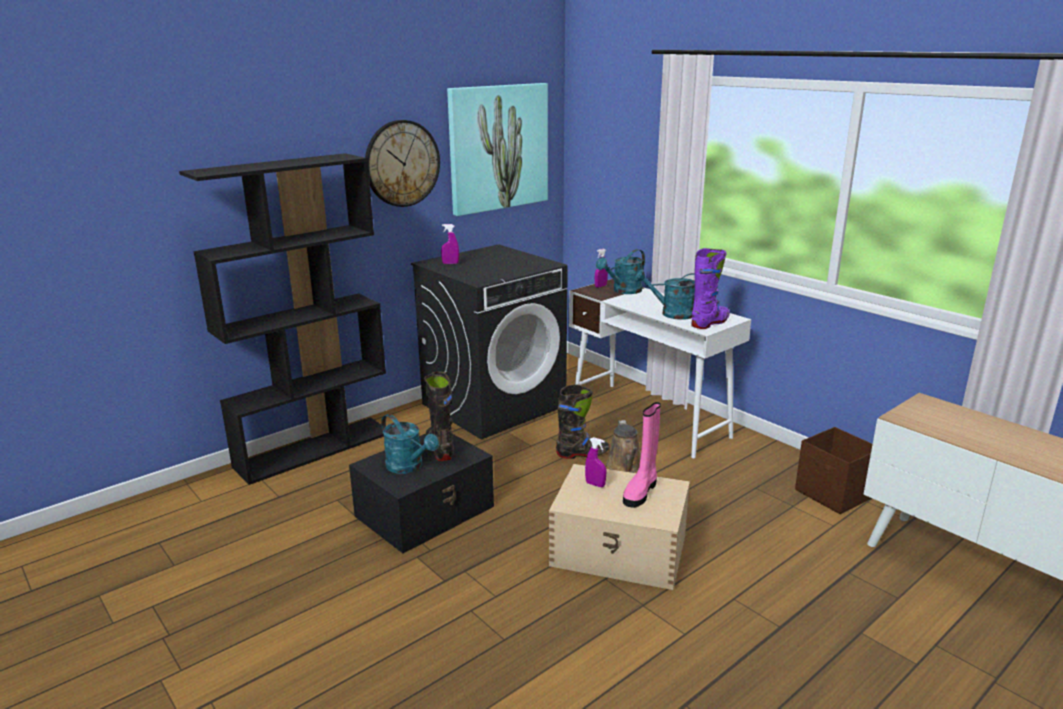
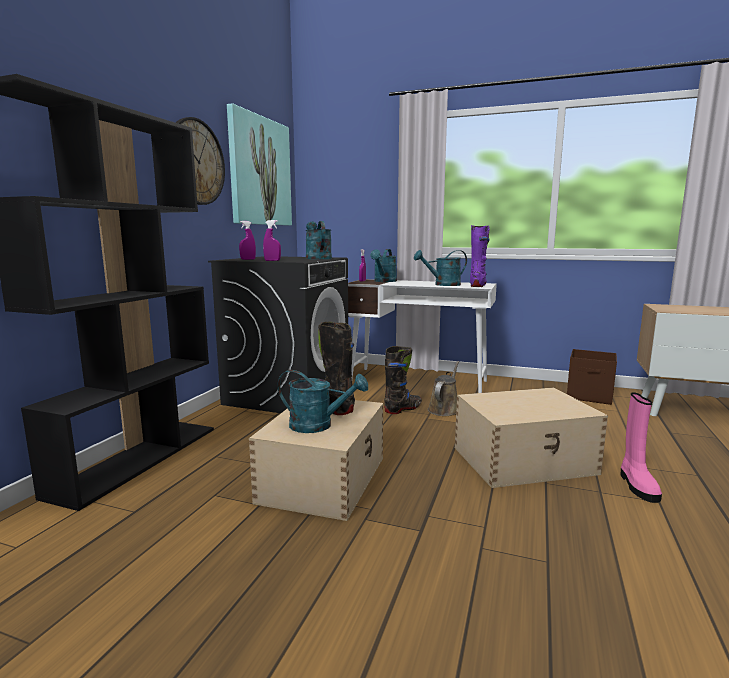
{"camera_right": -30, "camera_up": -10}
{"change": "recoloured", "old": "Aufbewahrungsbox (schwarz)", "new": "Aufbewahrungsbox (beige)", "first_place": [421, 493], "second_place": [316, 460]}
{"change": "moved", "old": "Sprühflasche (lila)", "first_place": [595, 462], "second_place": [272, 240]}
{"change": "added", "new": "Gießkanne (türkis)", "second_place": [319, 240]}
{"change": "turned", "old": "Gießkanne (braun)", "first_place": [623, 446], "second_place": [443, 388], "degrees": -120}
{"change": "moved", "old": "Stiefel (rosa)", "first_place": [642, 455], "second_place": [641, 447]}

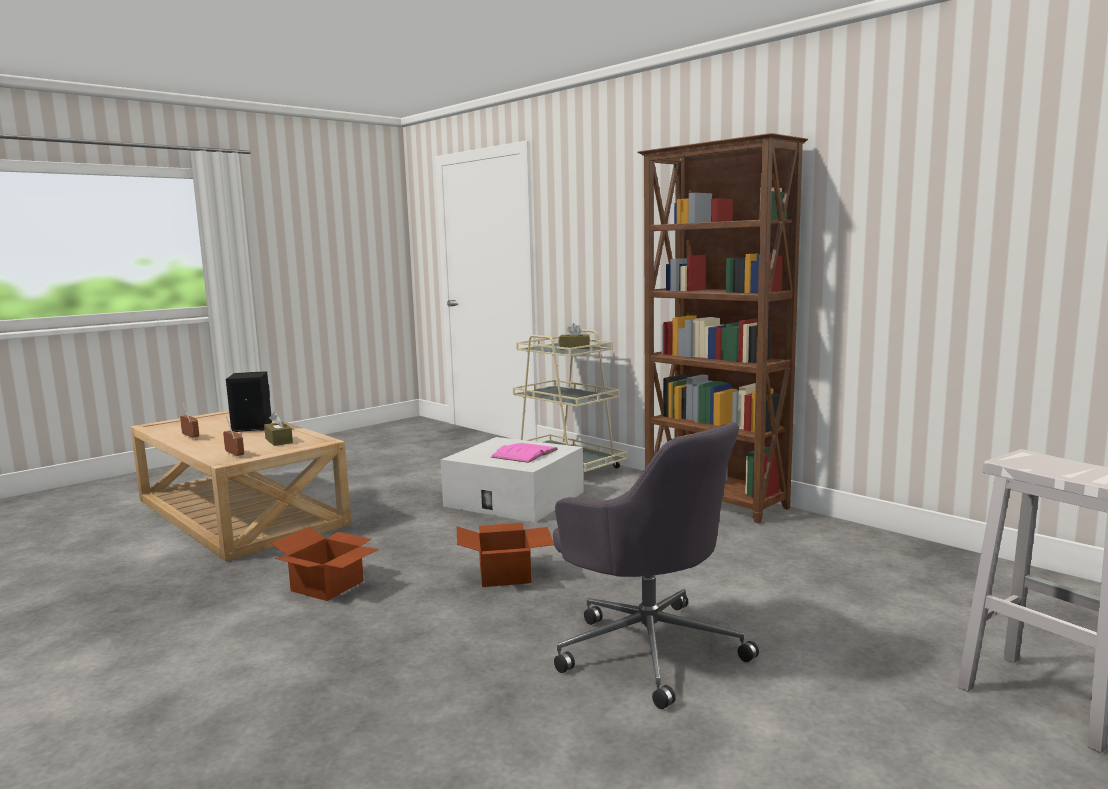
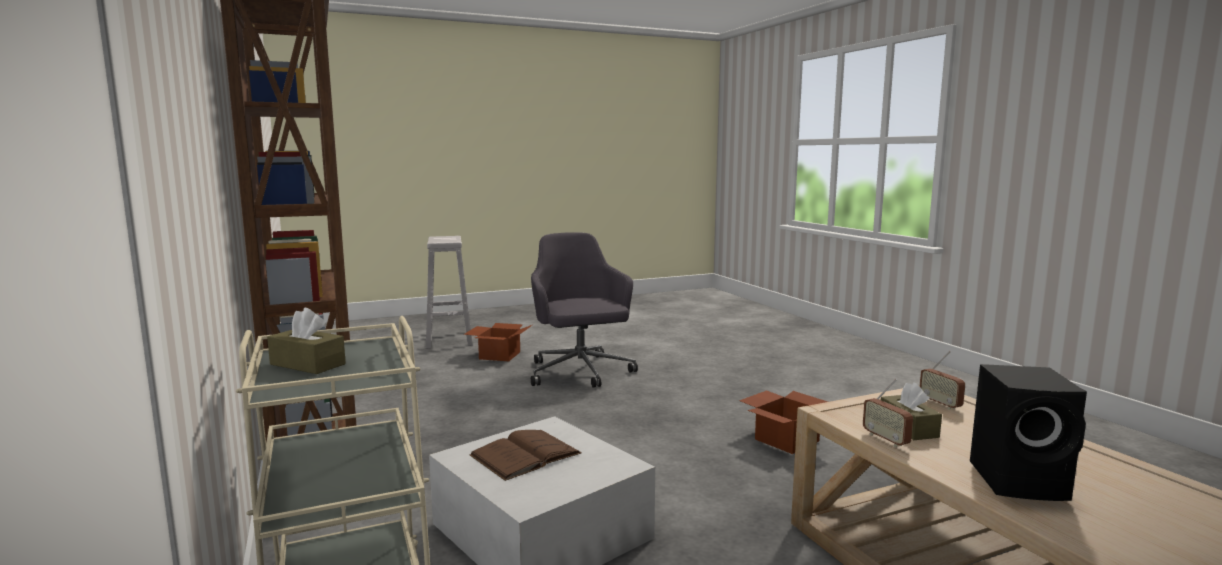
{"camera_right": -160, "camera_up": 0}
{"change": "moved", "old": "Karton", "first_place": [505, 555], "second_place": [498, 342]}
{"change": "recoloured", "old": "Buch (rosa)", "new": "Buch (braun)", "first_place": [524, 453], "second_place": [525, 455]}
{"change": "moved", "old": "Radio", "first_place": [189, 421], "second_place": [888, 413]}

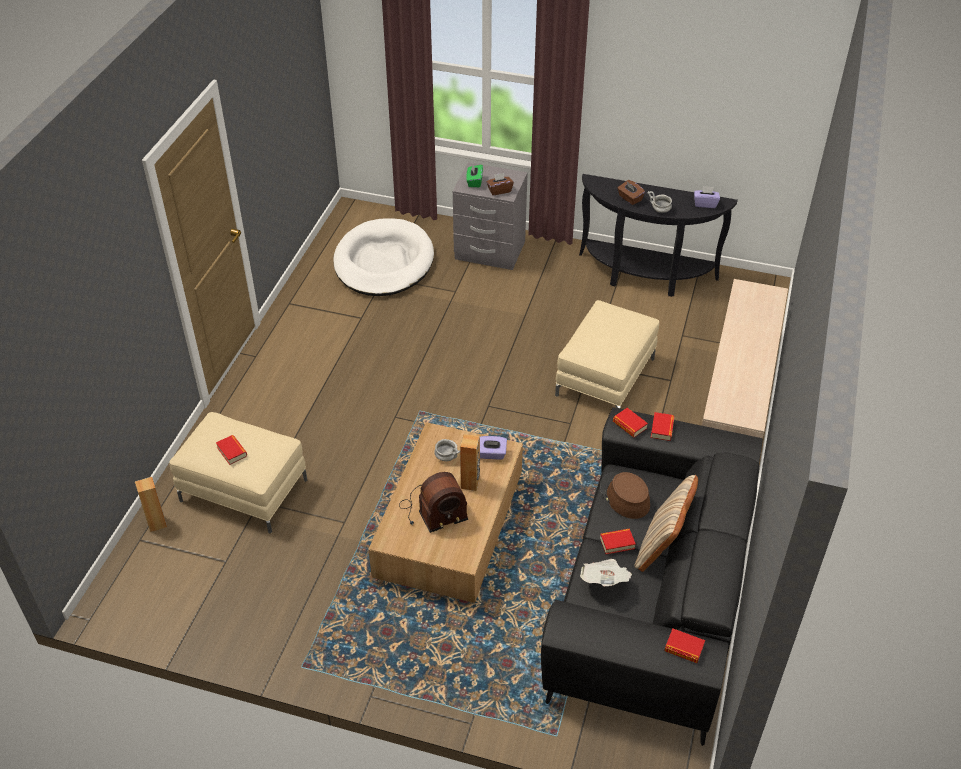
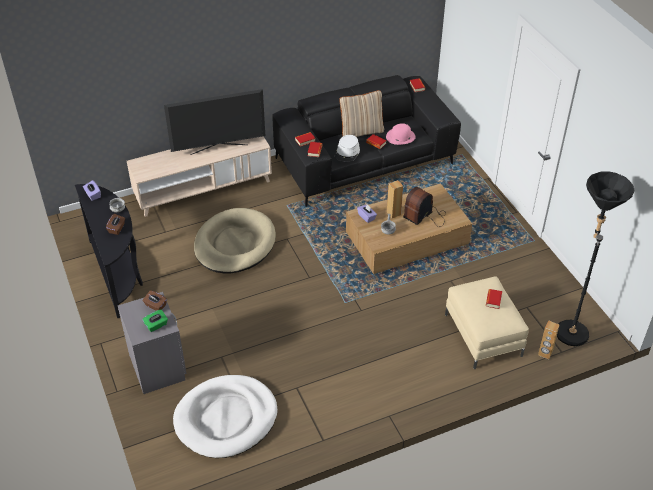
{"camera_right": -130, "camera_up": 0}
{"change": "added", "new": "Fernseher", "second_place": [214, 122]}
{"change": "replaced", "old": "Polsterhocker (beige)", "new": "Hundebett (beige)", "first_place": [607, 354], "second_place": [235, 241]}
{"change": "recoloured", "old": "Hut (braun)", "new": "Hut (weiß)", "first_place": [625, 495], "second_place": [347, 148]}
{"change": "replaced", "old": "Zeitung", "new": "Hut (rosa)", "first_place": [606, 572], "second_place": [401, 134]}
{"change": "turned", "old": "Radio", "first_place": [433, 502], "second_place": [424, 207], "degrees": -75}
{"change": "added", "new": "Stehlampe (schwarz)", "second_place": [596, 258]}

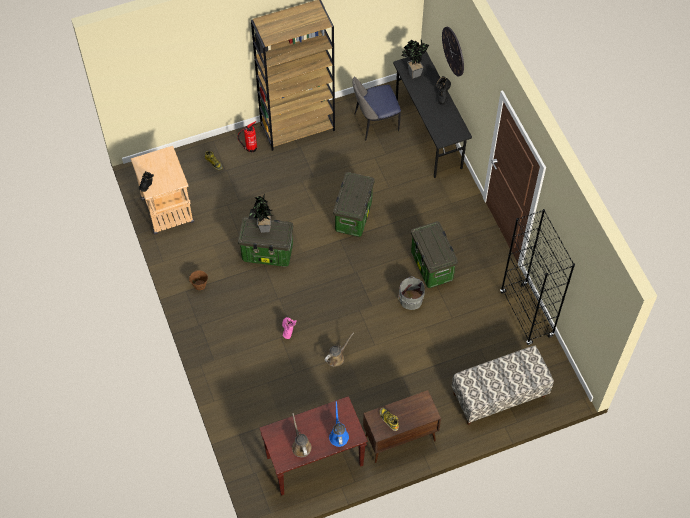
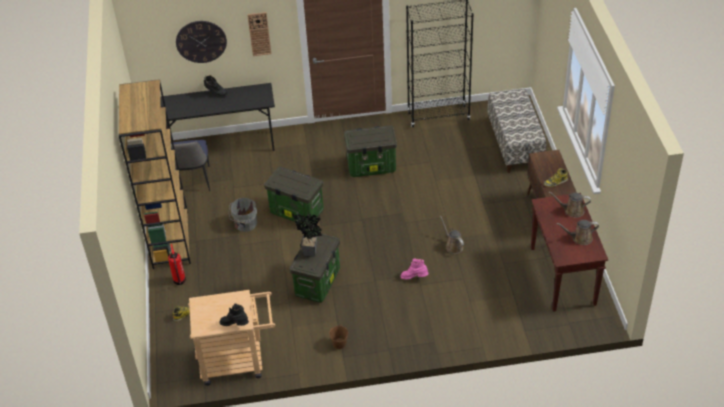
{"camera_right": -75, "camera_up": -15}
{"change": "moved", "old": "Eimer (grau)", "first_place": [411, 293], "second_place": [243, 215]}
{"change": "added", "new": "Wanduhr", "second_place": [259, 34]}
{"change": "recoloured", "old": "Gießkanne (blau)", "new": "Gießkanne (braun)", "first_place": [339, 424], "second_place": [570, 205]}
{"change": "removed", "old": "Topfpflanze", "first_place": [415, 59]}

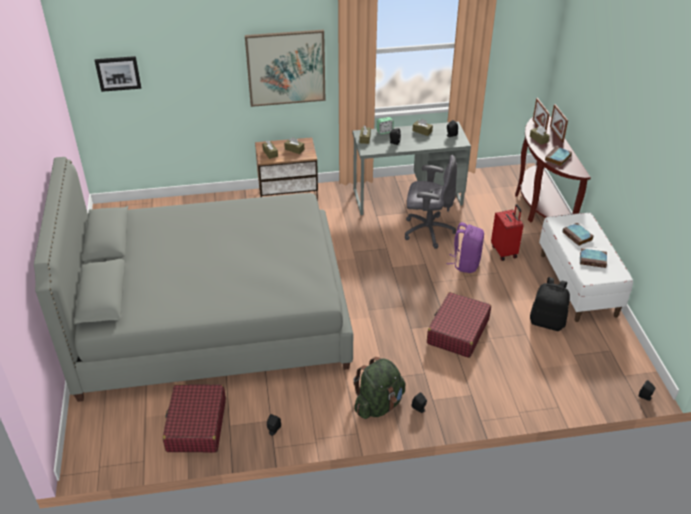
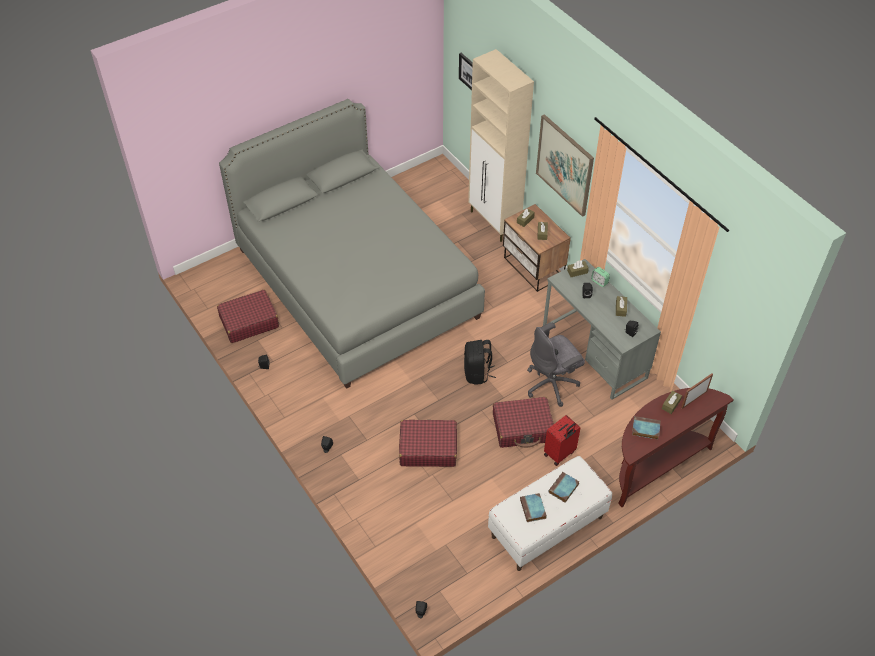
{"camera_right": 65, "camera_up": 10}
{"change": "moved", "old": "Rucksack (schwarz)", "first_place": [550, 304], "second_place": [480, 362]}
{"change": "added", "new": "Schrank (beige)", "second_place": [501, 145]}
{"change": "replaced", "old": "Rucksack (lila)", "new": "Koffer (rot)", "first_place": [465, 247], "second_place": [523, 422]}
{"change": "turned", "old": "Bürostuhl (grau)", "first_place": [431, 202], "second_place": [556, 365], "degrees": 75}
{"change": "removed", "old": "Rucksack (grün)", "first_place": [379, 388]}
{"change": "removed", "old": "Bilderrahmen", "first_place": [559, 123]}

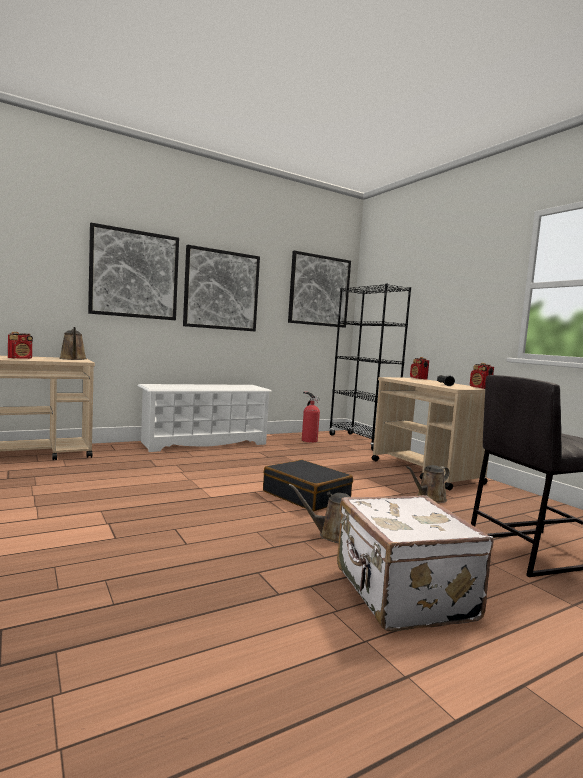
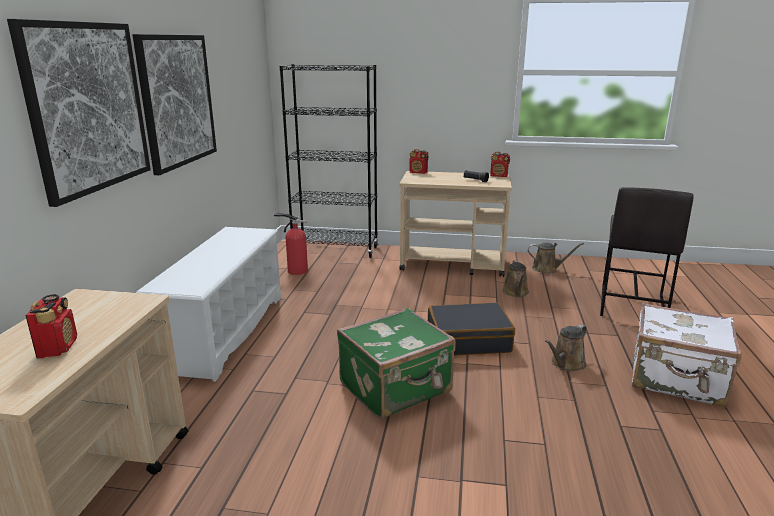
{"camera_right": -50, "camera_up": 15}
{"change": "added", "new": "Koffer (grün)", "second_place": [396, 363]}
{"change": "moved", "old": "Gießkanne (braun)", "first_place": [72, 343], "second_place": [556, 258]}
{"change": "removed", "old": "Bild", "first_place": [319, 289]}

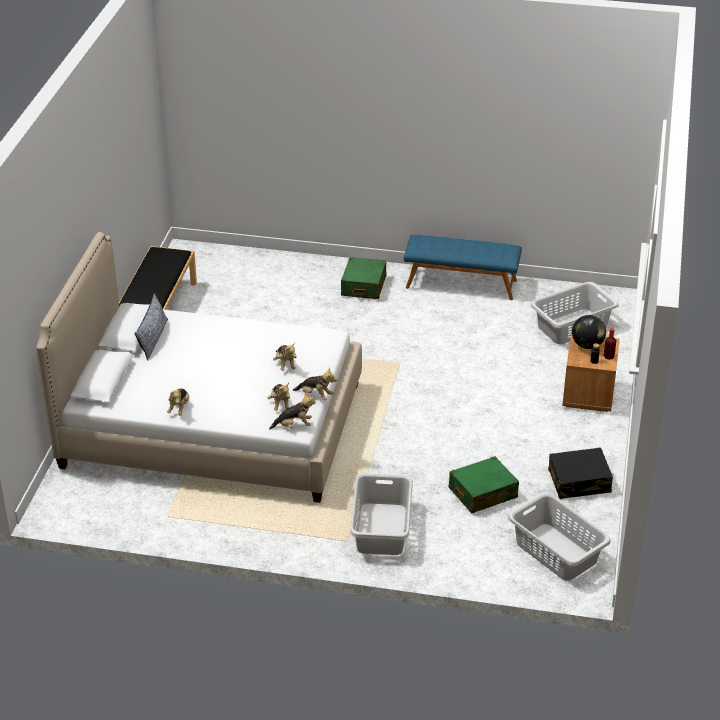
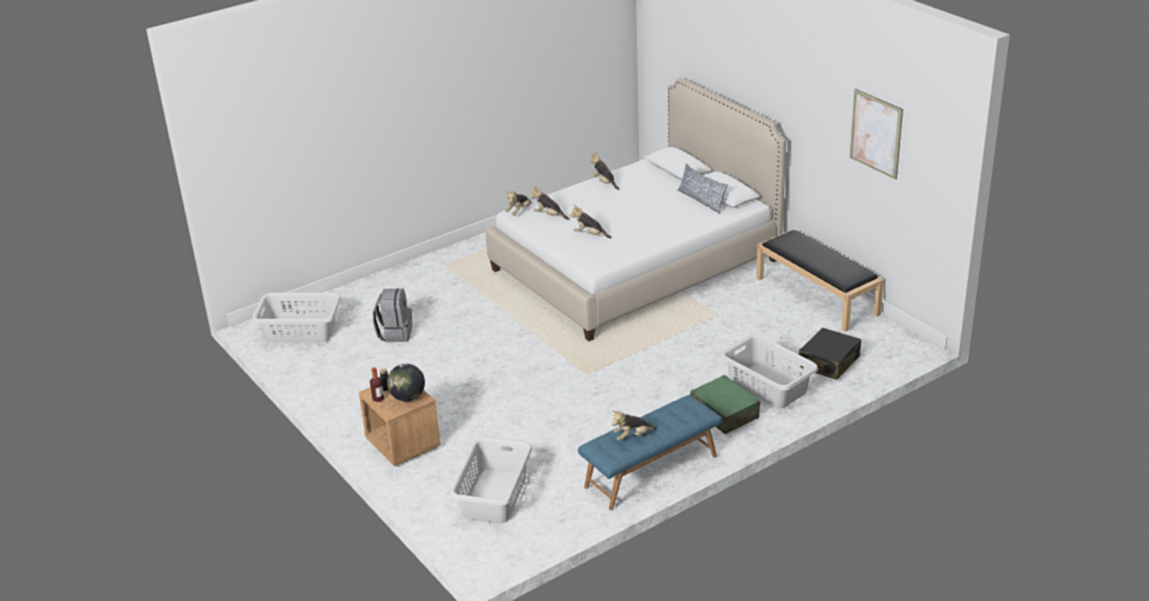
{"camera_right": 135, "camera_up": -5}
{"change": "replaced", "old": "Koffer (grün)", "new": "Rucksack (grau)", "first_place": [484, 484], "second_place": [392, 315]}
{"change": "moved", "old": "Plüschtier", "first_place": [315, 384], "second_place": [634, 425]}
{"change": "moved", "old": "Wäschekorb (grau)", "first_place": [381, 514], "second_place": [769, 371]}
{"change": "moved", "old": "Koffer (schwarz)", "first_place": [580, 473], "second_place": [830, 354]}
{"change": "added", "new": "Bild", "second_place": [876, 134]}

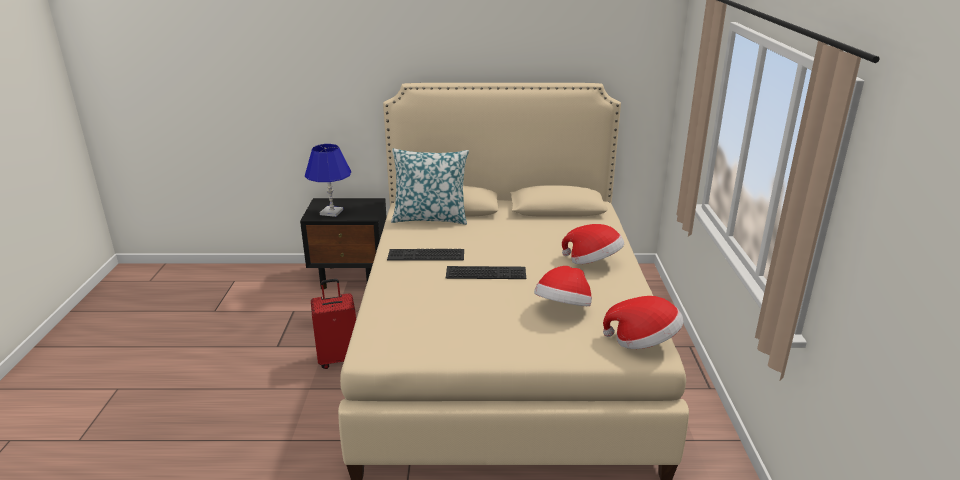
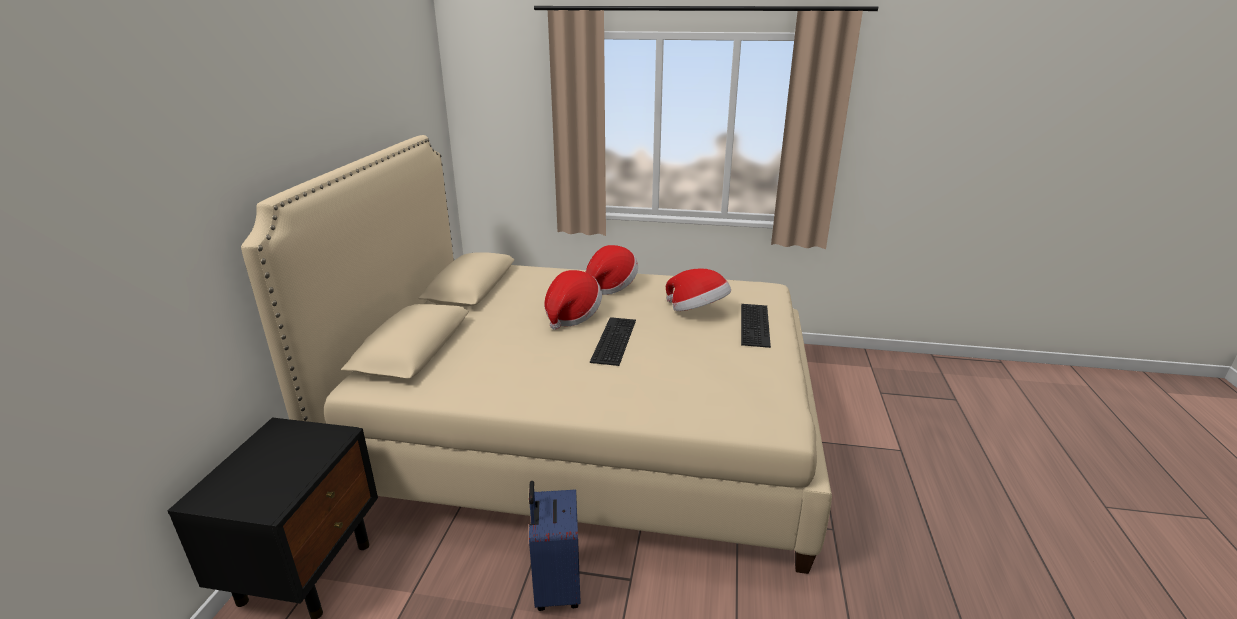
{"camera_right": -80, "camera_up": 0}
{"change": "recoloured", "old": "Koffer (rot)", "new": "Koffer (blau)", "first_place": [333, 324], "second_place": [555, 546]}
{"change": "moved", "old": "Hut", "first_place": [643, 322], "second_place": [573, 300]}
{"change": "moved", "old": "Tastatur", "first_place": [425, 255], "second_place": [756, 326]}
{"change": "removed", "old": "Tischlampe (blau)", "first_place": [328, 180]}
{"change": "removed", "old": "Kissen", "first_place": [430, 186]}

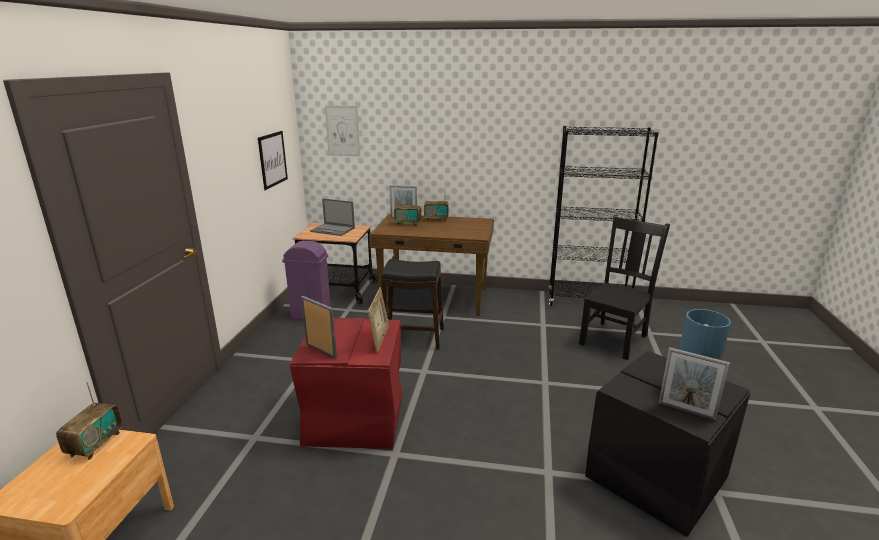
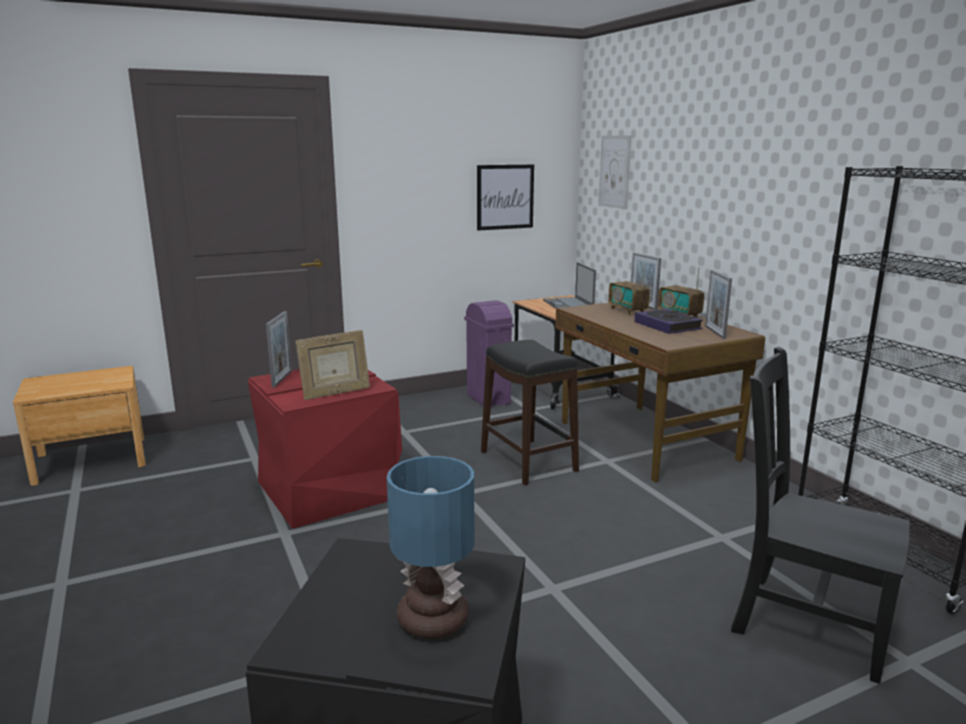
{"camera_right": 55, "camera_up": -5}
{"change": "added", "new": "Buch", "second_place": [669, 321]}
{"change": "moved", "old": "Bilderrahmen", "first_place": [694, 384], "second_place": [718, 304]}
{"change": "turned", "old": "Stuhl (schwarz)", "first_place": [624, 287], "second_place": [820, 515], "degrees": -150}
{"change": "removed", "old": "Radio", "first_place": [89, 421]}

